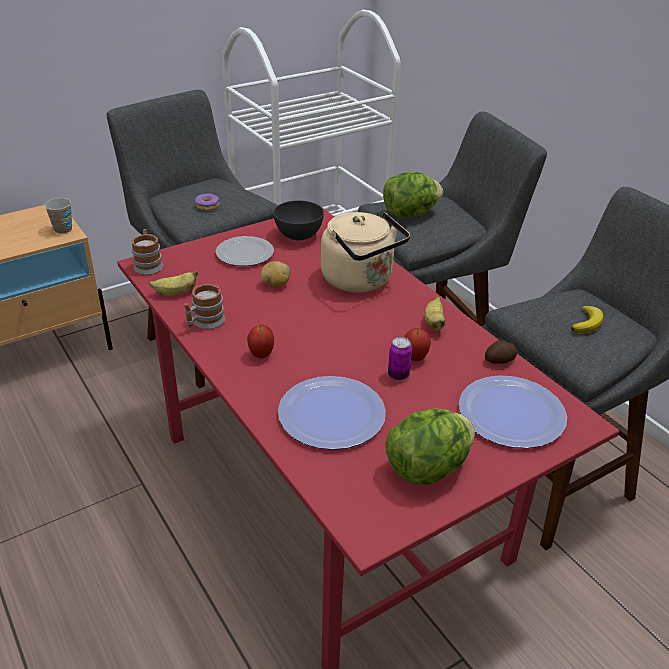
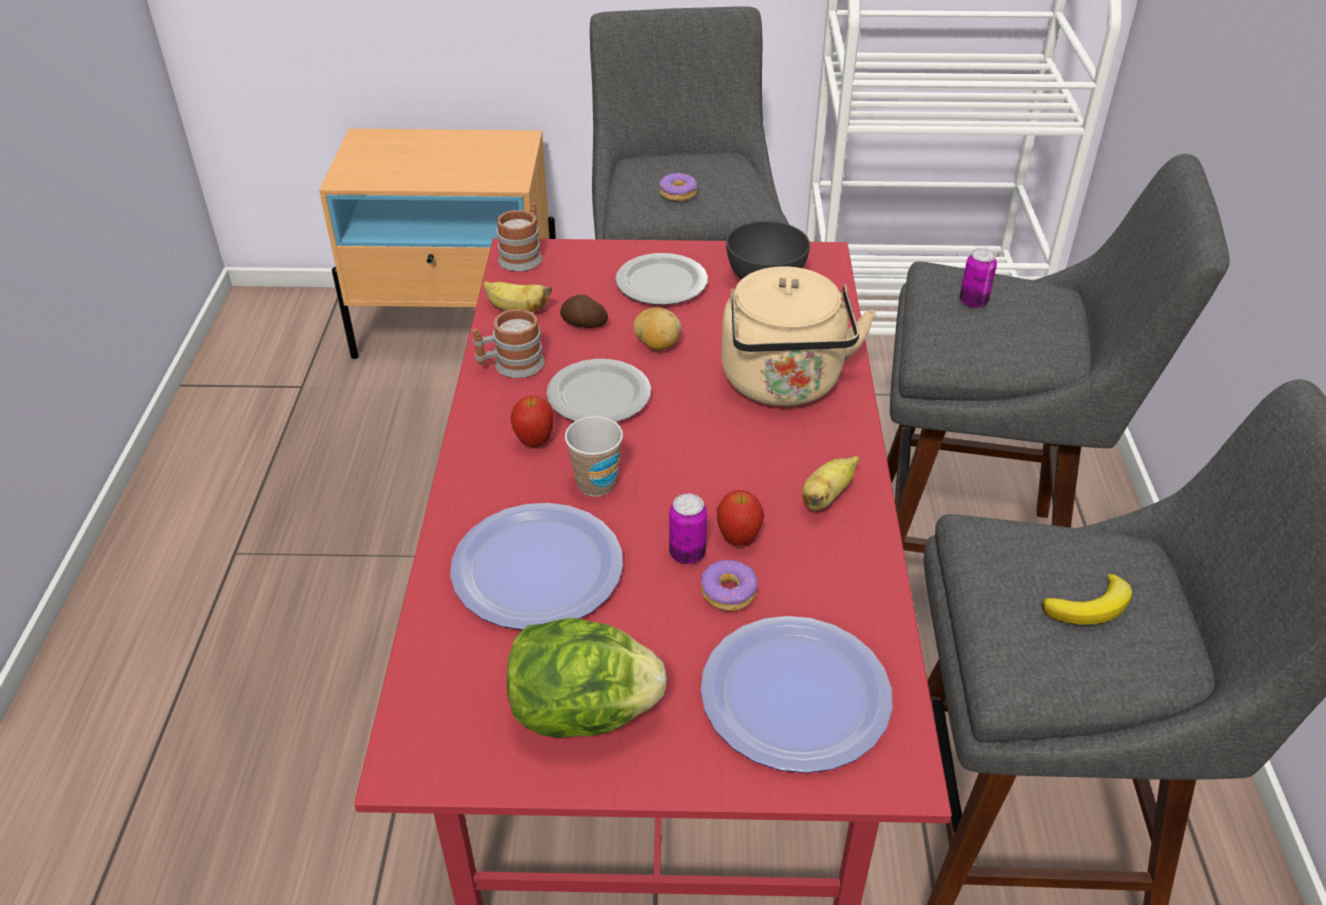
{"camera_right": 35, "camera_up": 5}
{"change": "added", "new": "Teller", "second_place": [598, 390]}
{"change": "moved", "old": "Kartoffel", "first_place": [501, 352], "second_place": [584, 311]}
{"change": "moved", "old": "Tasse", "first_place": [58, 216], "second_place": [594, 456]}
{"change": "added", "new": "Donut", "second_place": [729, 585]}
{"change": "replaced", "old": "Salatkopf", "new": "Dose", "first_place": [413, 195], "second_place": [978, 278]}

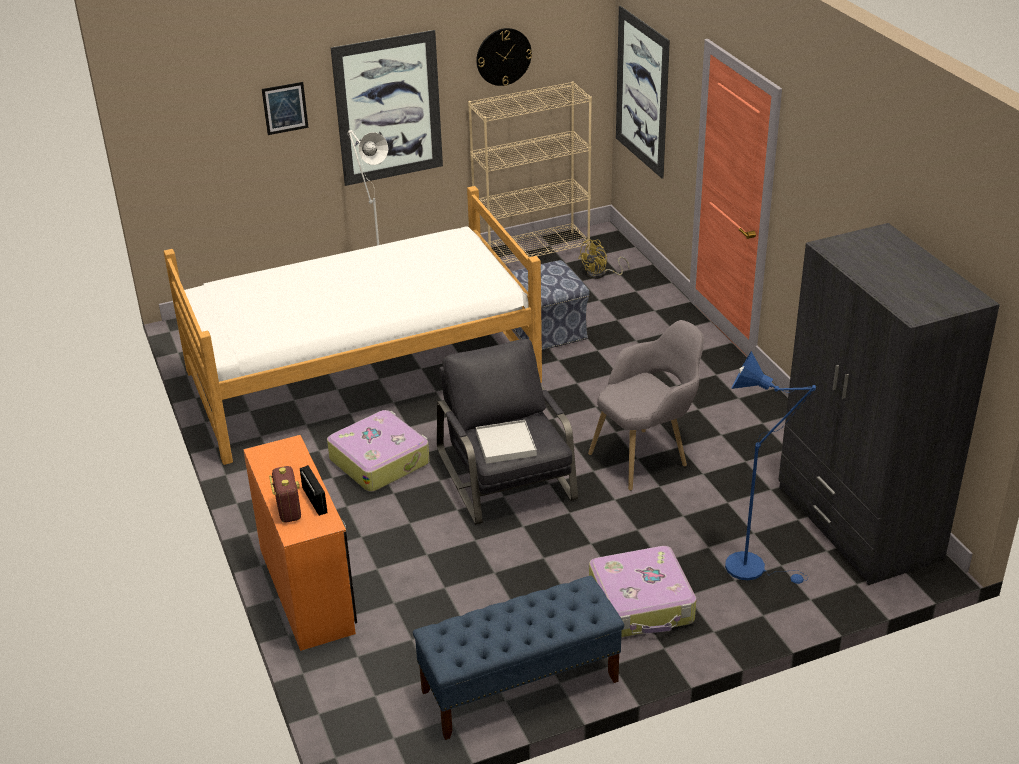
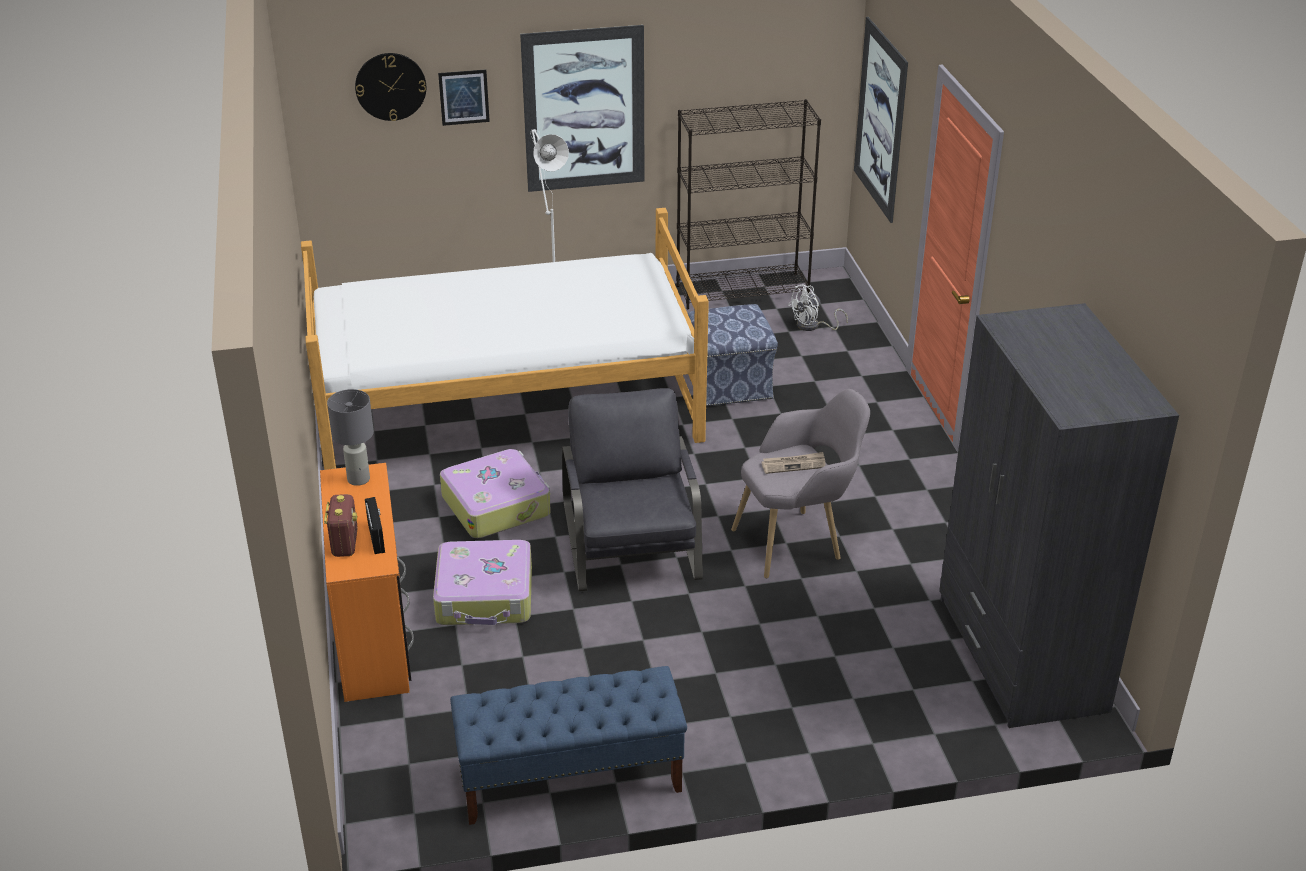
{"camera_right": 10, "camera_up": 0}
{"change": "added", "new": "Tischlampe (grau)", "second_place": [350, 437]}
{"change": "moved", "old": "Wanduhr", "first_place": [504, 57], "second_place": [390, 87]}
{"change": "moved", "old": "Koffer", "first_place": [643, 591], "second_place": [482, 582]}
{"change": "recoloured", "old": "Bücherregal (beige)", "new": "Bücherregal (schwarz)", "first_place": [530, 173], "second_place": [748, 204]}
{"change": "added", "new": "Zeitung", "second_place": [793, 463]}
{"change": "recoloured", "old": "Ventilator (gelb)", "new": "Ventilator (weiß)", "first_place": [603, 259], "second_place": [818, 307]}
{"change": "removed", "old": "Tablett (weiß)", "first_place": [506, 442]}
{"change": "removed", "old": "Stehlampe (blau)", "first_place": [770, 467]}

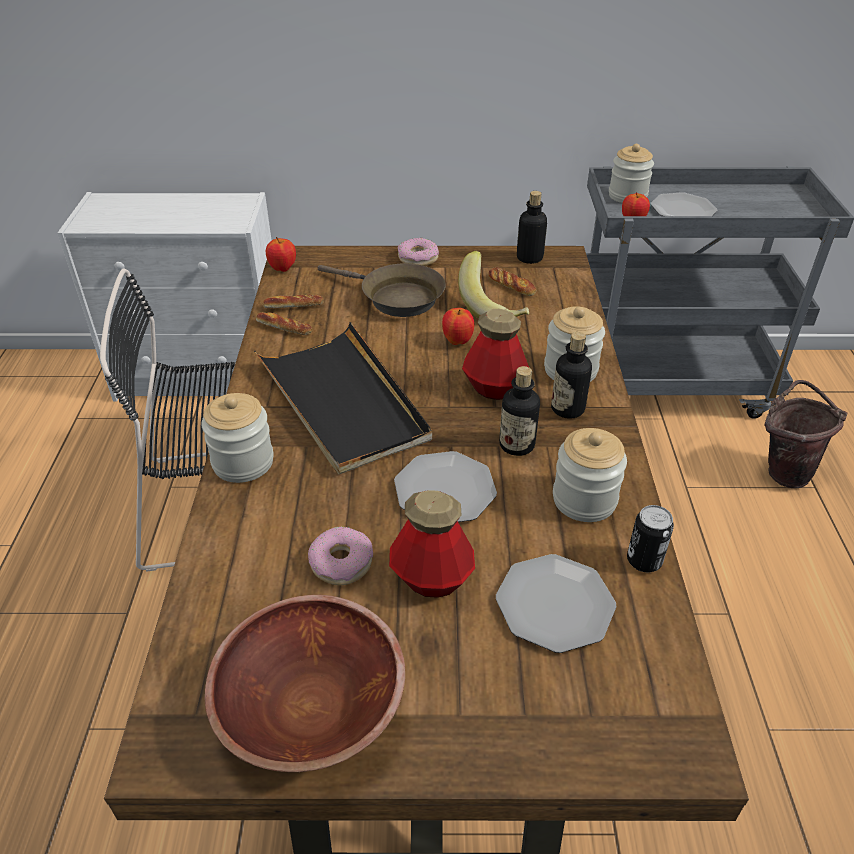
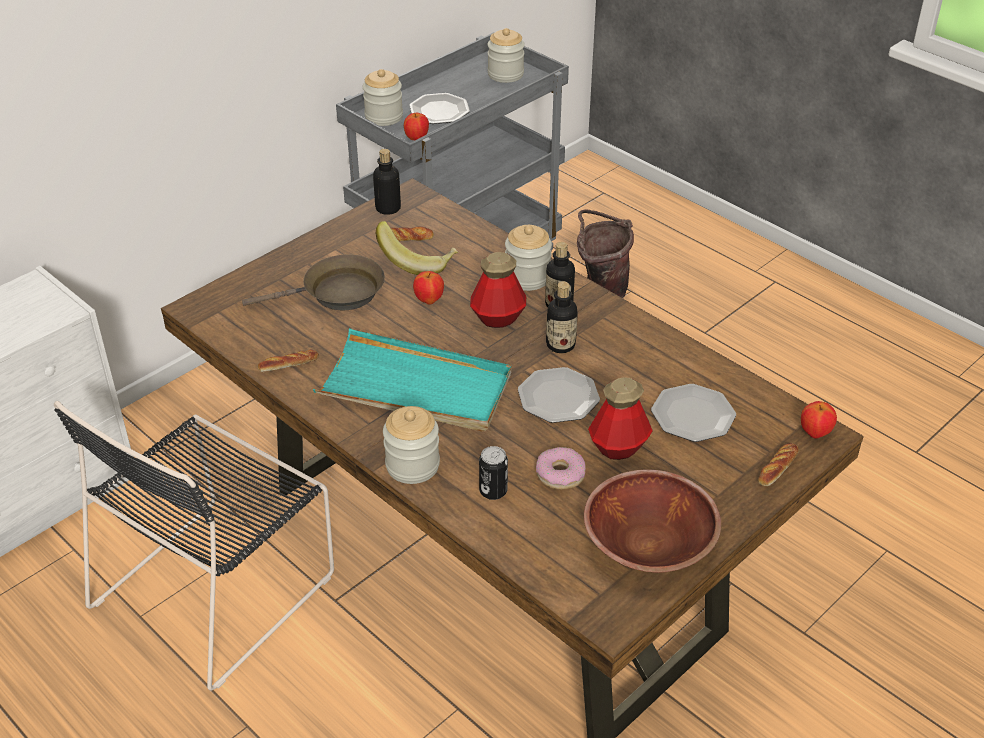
{"camera_right": -45, "camera_up": 0}
{"change": "recoloured", "old": "Tablett (schwarz)", "new": "Tablett (türkis)", "first_place": [343, 398], "second_place": [412, 380]}
{"change": "moved", "old": "Dose", "first_place": [650, 538], "second_place": [493, 473]}
{"change": "moved", "old": "Vorratsglas", "first_place": [590, 475], "second_place": [506, 55]}
{"change": "moved", "old": "Brot", "first_place": [293, 301], "second_place": [778, 464]}
{"change": "moved", "old": "Apfel", "first_place": [281, 254], "second_place": [819, 420]}
{"change": "removed", "old": "Donut", "first_place": [418, 252]}

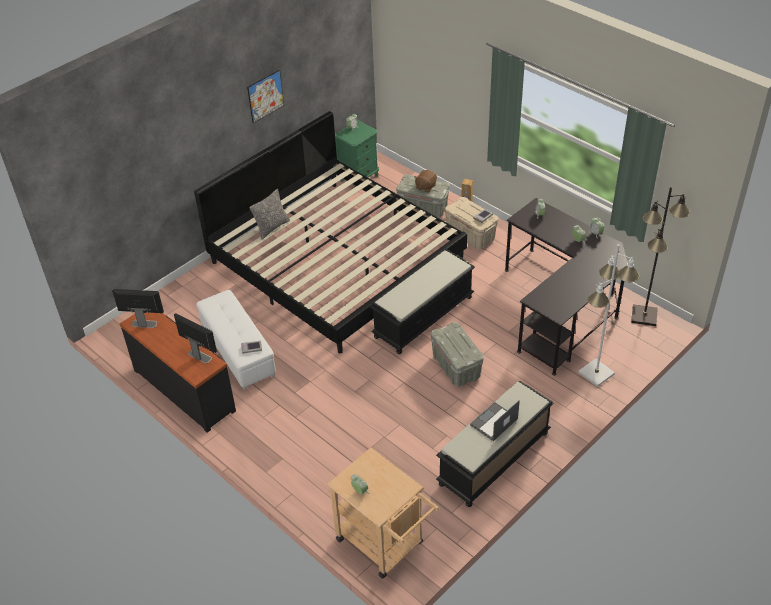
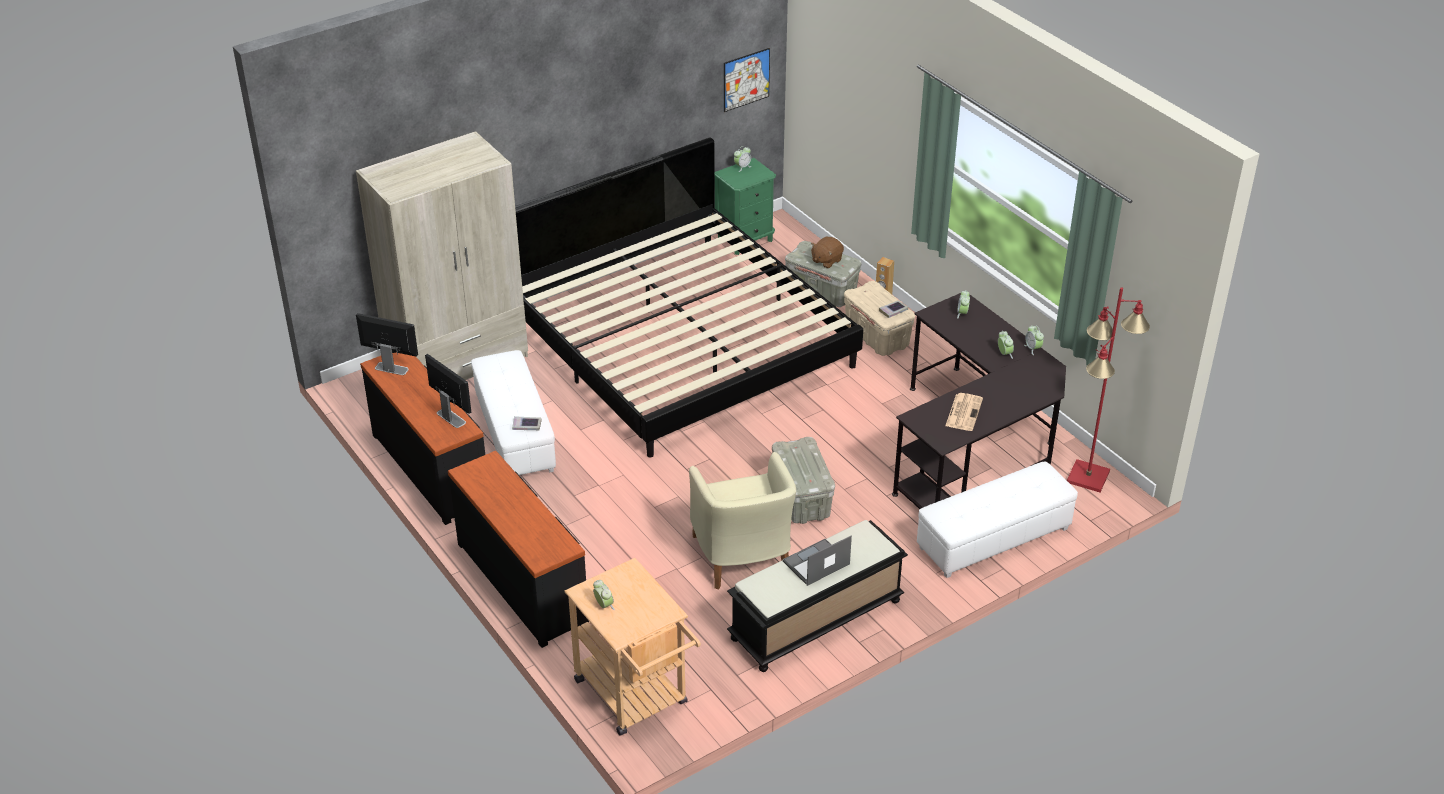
{"camera_right": 10, "camera_up": -5}
{"change": "added", "new": "Kleiderschrank (beige)", "second_place": [442, 255]}
{"change": "added", "new": "Kommode (schwarz)", "second_place": [518, 549]}
{"change": "added", "new": "Sessel (beige)", "second_place": [742, 521]}
{"change": "moved", "old": "Bild", "first_place": [265, 96], "second_place": [747, 80]}
{"change": "replaced", "old": "Stehlampe (weiß)", "new": "Polsterhocker (weiß)", "first_place": [609, 315], "second_place": [997, 519]}
{"change": "added", "new": "Zeitung", "second_place": [964, 412]}
{"change": "recoloured", "old": "Stehlampe (schwarz)", "new": "Stehlampe (rot)", "first_place": [660, 256], "second_place": [1108, 389]}
{"change": "removed", "old": "Kissen", "first_place": [269, 214]}
{"change": "removed", "old": "Bank (schwarz)", "first_place": [422, 301]}

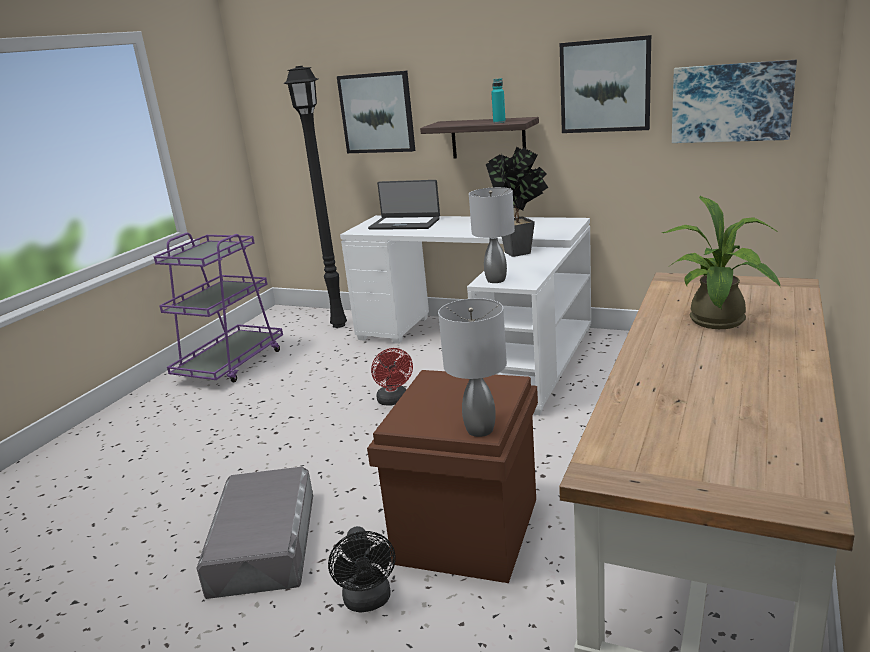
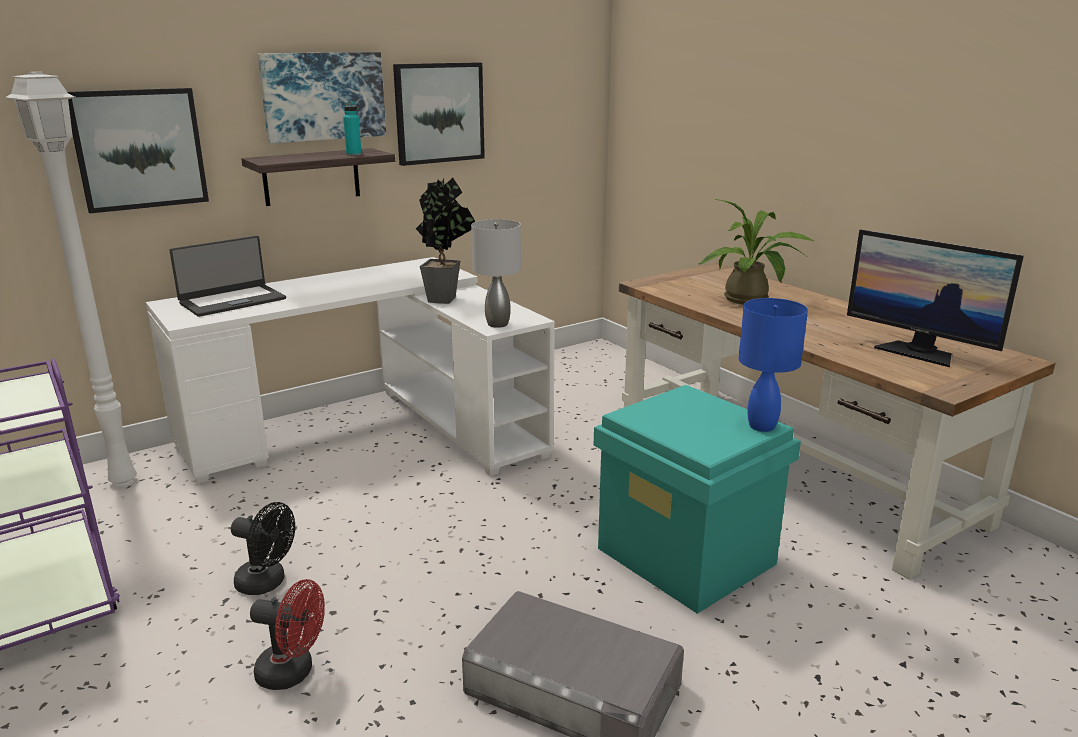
{"camera_right": -60, "camera_up": 0}
{"change": "recoloured", "old": "Stehlampe (schwarz)", "new": "Stehlampe (weiß)", "first_place": [315, 197], "second_place": [71, 279]}
{"change": "moved", "old": "Ventilator (schwarz)", "first_place": [361, 569], "second_place": [263, 548]}
{"change": "moved", "old": "Ventilator (rot)", "first_place": [392, 377], "second_place": [287, 634]}
{"change": "moved", "old": "Bild", "first_place": [734, 101], "second_place": [321, 97]}
{"change": "recoloured", "old": "Aufbewahrungsbox (braun)", "new": "Aufbewahrungsbox (türkis)", "first_place": [452, 476], "second_place": [697, 499]}
{"change": "recoloured", "old": "Tischlampe (grau)", "new": "Tischlampe (blau)", "first_place": [472, 367], "second_place": [773, 365]}
{"change": "added", "new": "Monitor", "second_place": [935, 298]}

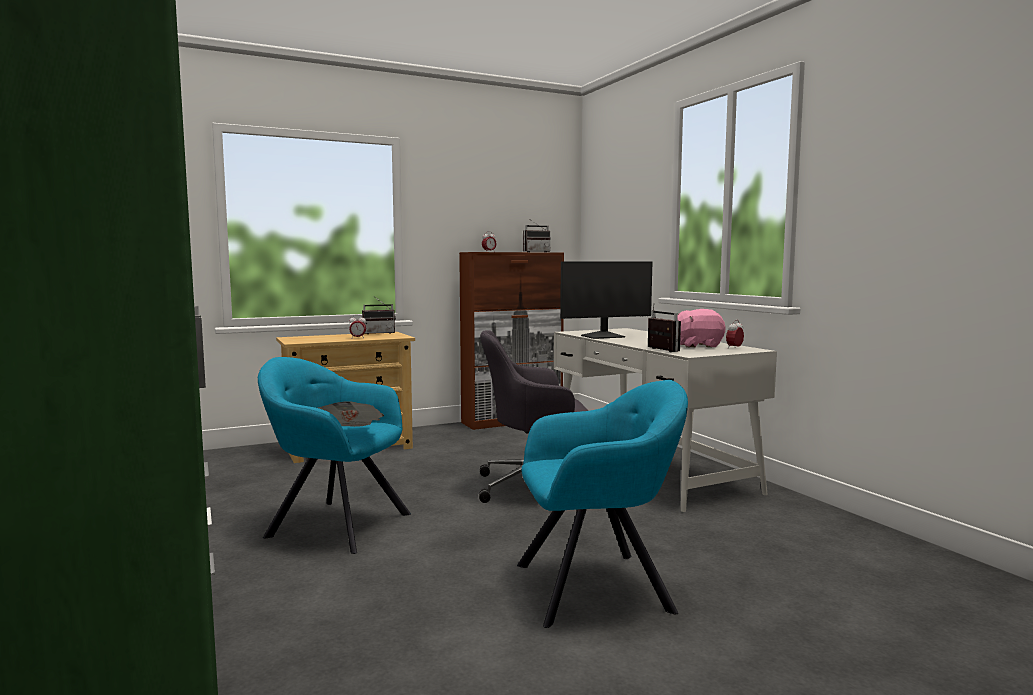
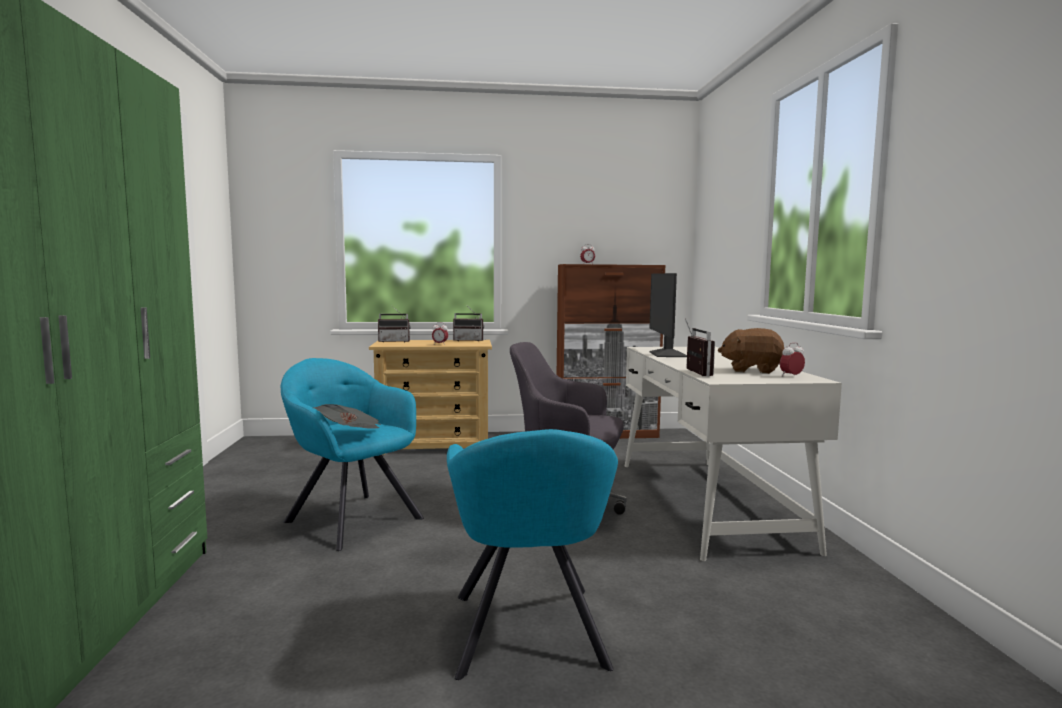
{"camera_right": 20, "camera_up": 0}
{"change": "moved", "old": "Radio", "first_place": [537, 236], "second_place": [394, 324]}
{"change": "turned", "old": "Sessel (türkis)", "first_place": [602, 504], "second_place": [532, 554], "degrees": 75}
{"change": "turned", "old": "Monitor", "first_place": [606, 300], "second_place": [668, 315], "degrees": 90}
{"change": "recoloured", "old": "Plüschtier (rosa)", "new": "Plüschtier (braun)", "first_place": [701, 328], "second_place": [751, 351]}

